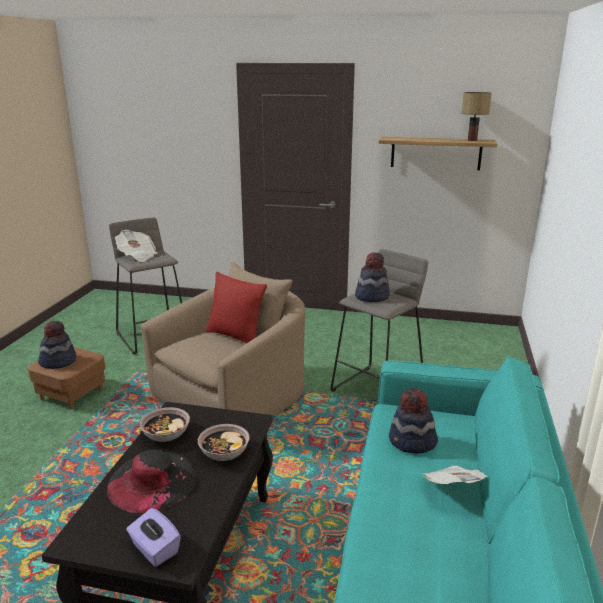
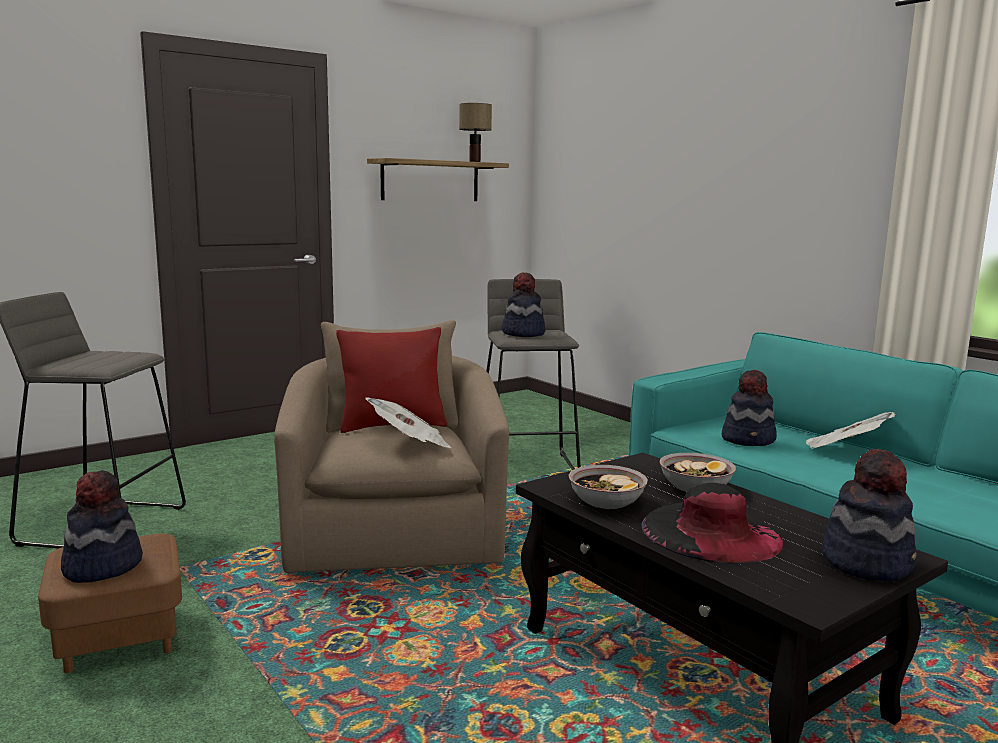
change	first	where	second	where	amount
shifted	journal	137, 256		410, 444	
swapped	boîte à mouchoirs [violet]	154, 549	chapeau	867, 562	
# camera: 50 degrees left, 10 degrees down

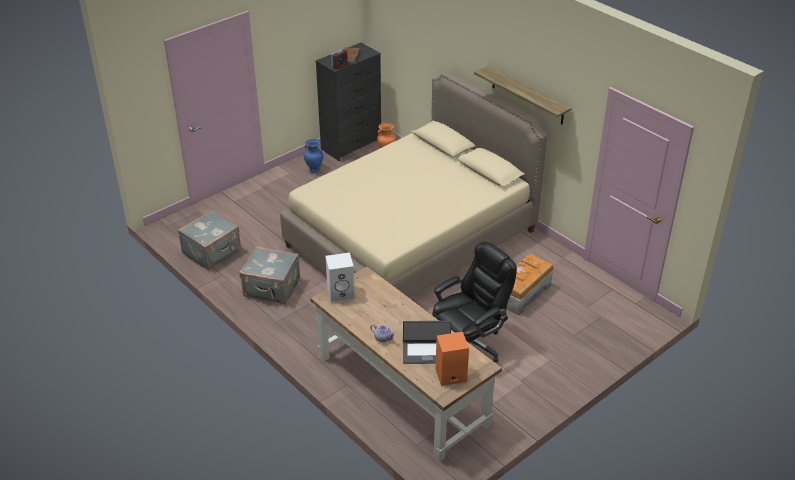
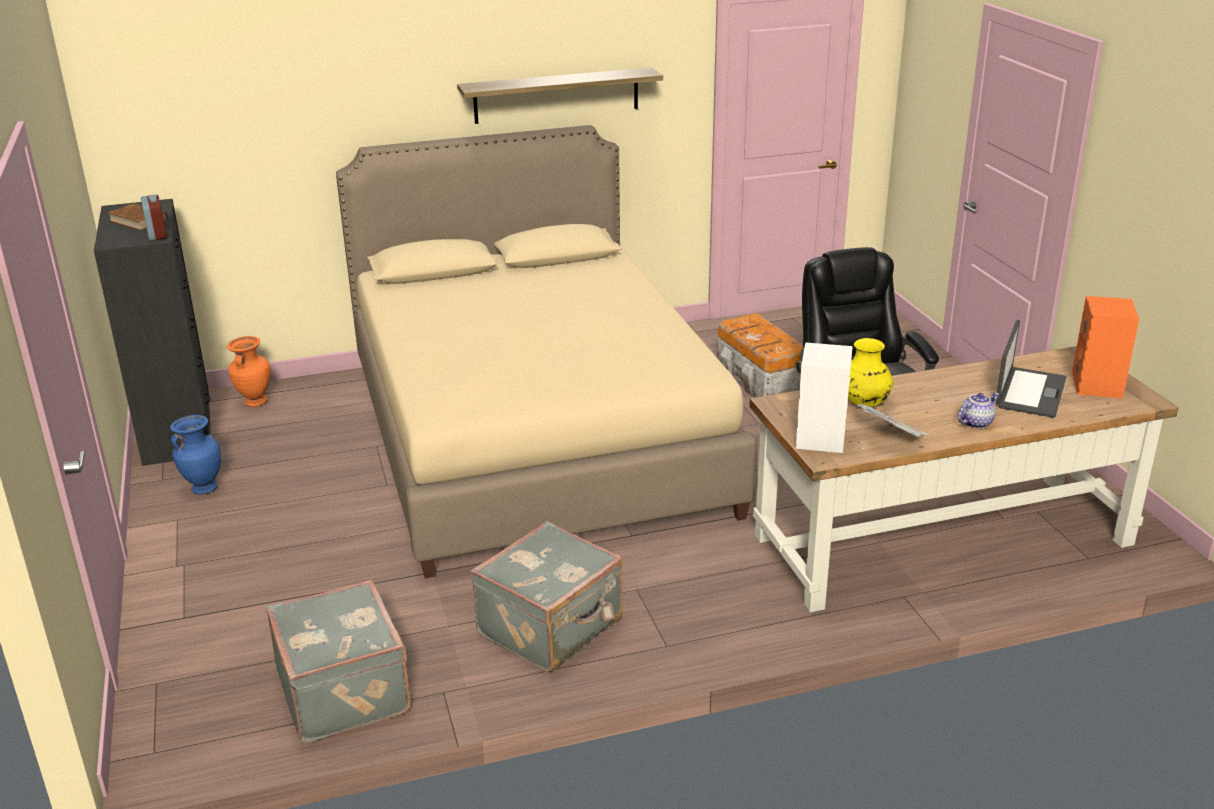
change	first	where	second	where	amount
new			vase [jaune]	863, 403	
new			journal	892, 438	
# camera: 65 degrees left, 10 degrees down

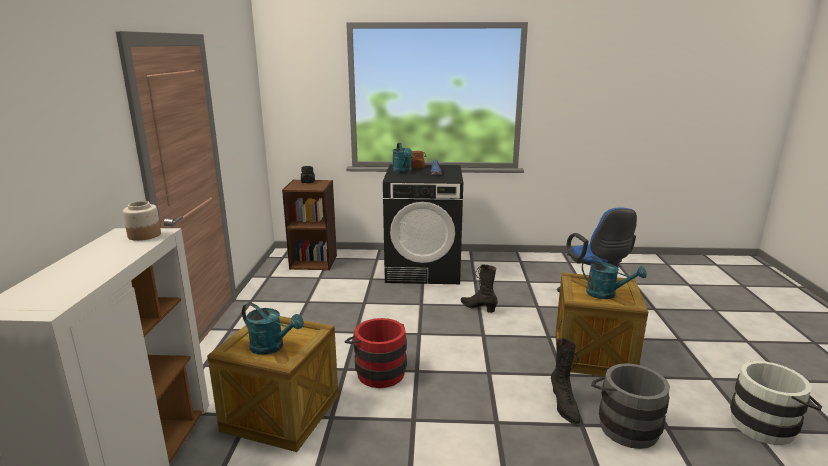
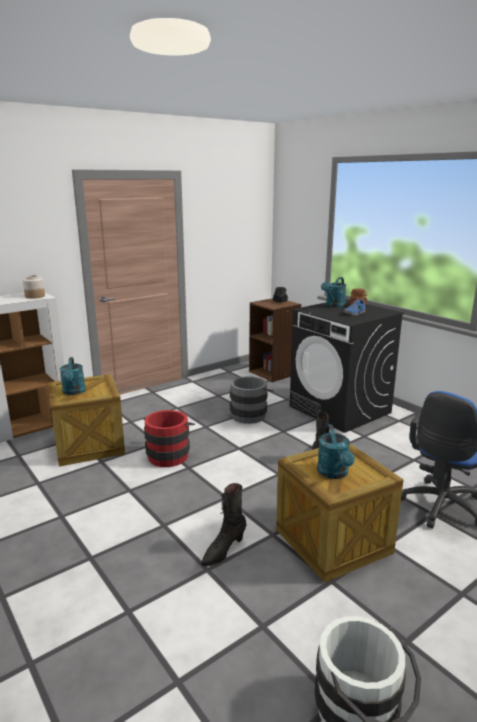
change	first	where	second	where	amount
shifted	seau [gris]	624, 425		250, 414	
# camera: 50 degrees right, 0 degrees up

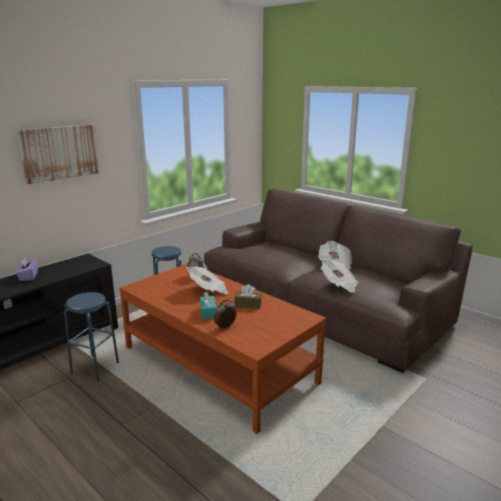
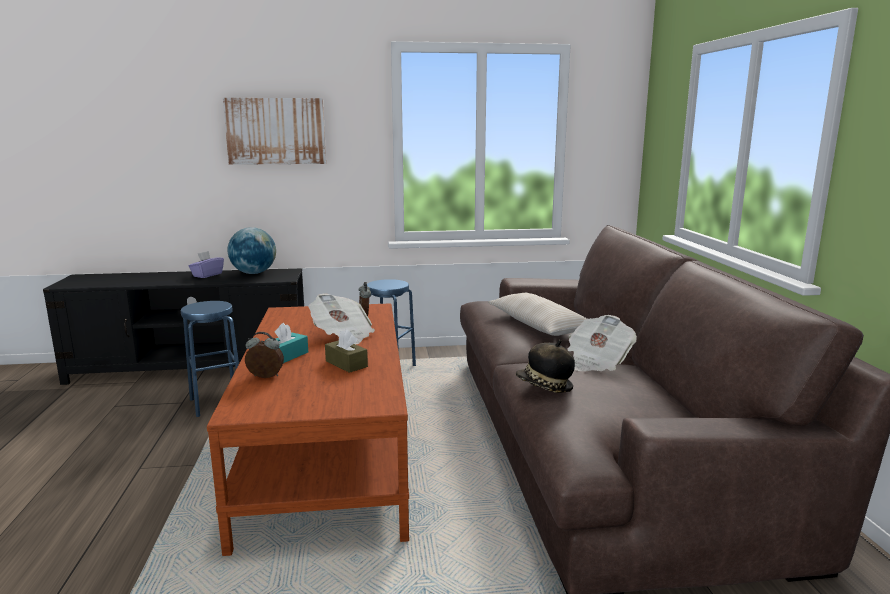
change	first	where	second	where	amount
swapped	journal	339, 285	chapeau	544, 387	
new			globe	254, 273	
new			coussin [beige]	539, 325	
# camera: 40 degrees right, 5 degrees down

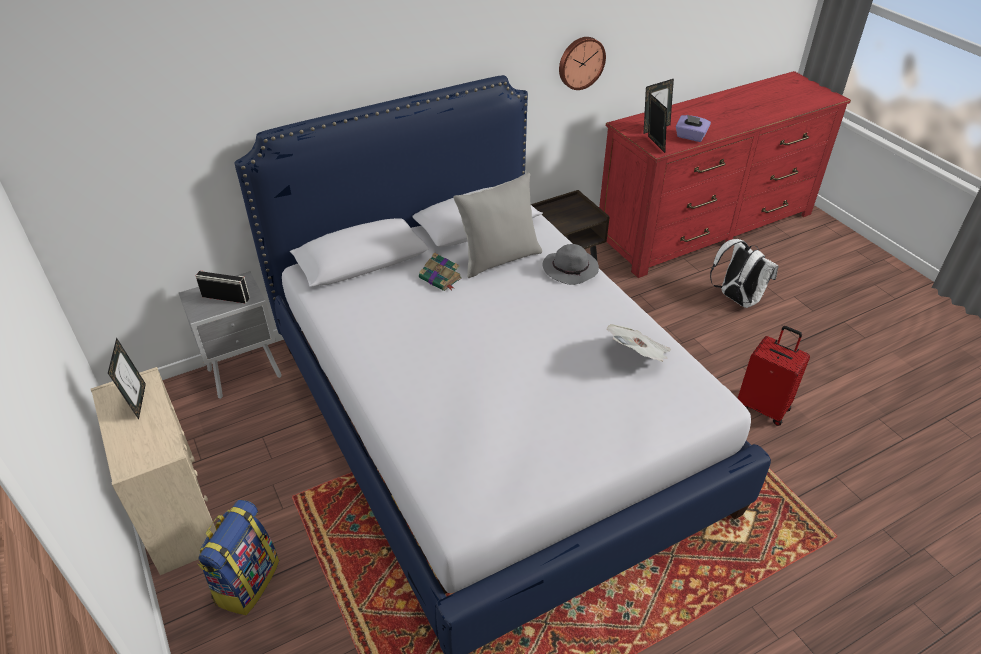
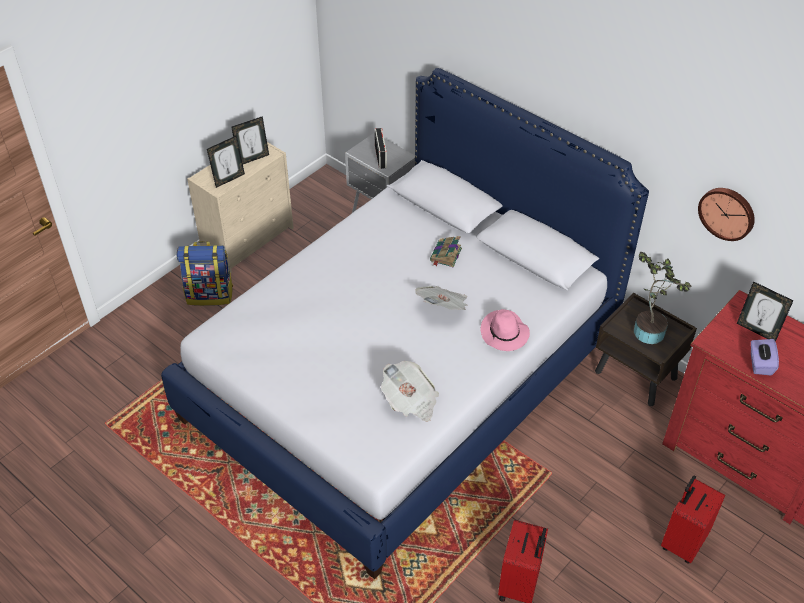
change	first	where	second	where	amount
shifted	cadre photo	653, 145		228, 179	
gone	coussin [gris]	499, 259			
swapped	sac à dos [blanc]	736, 299	valise [rouge]	682, 541	
repainted	chapeau [gris]	571, 269	chapeau [rose]	504, 333	
new			plante en pot	649, 329	
new			journal	443, 307	
# camera: 70 degrees right, 5 degrees up

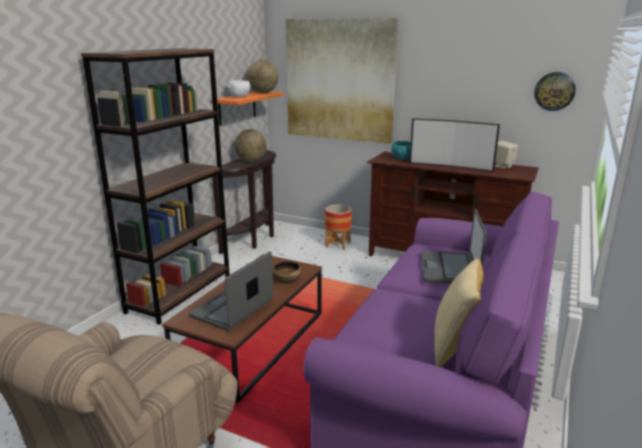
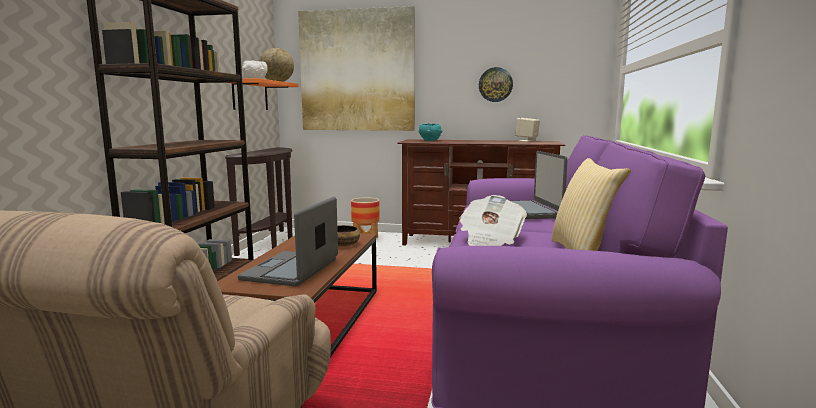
change	first	where	second	where	amount
shifted	horloge murale	554, 91		495, 84	
gone	téléviseur	451, 166			
gone	globe	251, 161			
new			journal	490, 239	
# camera: 15 degrees left, 10 degrees down

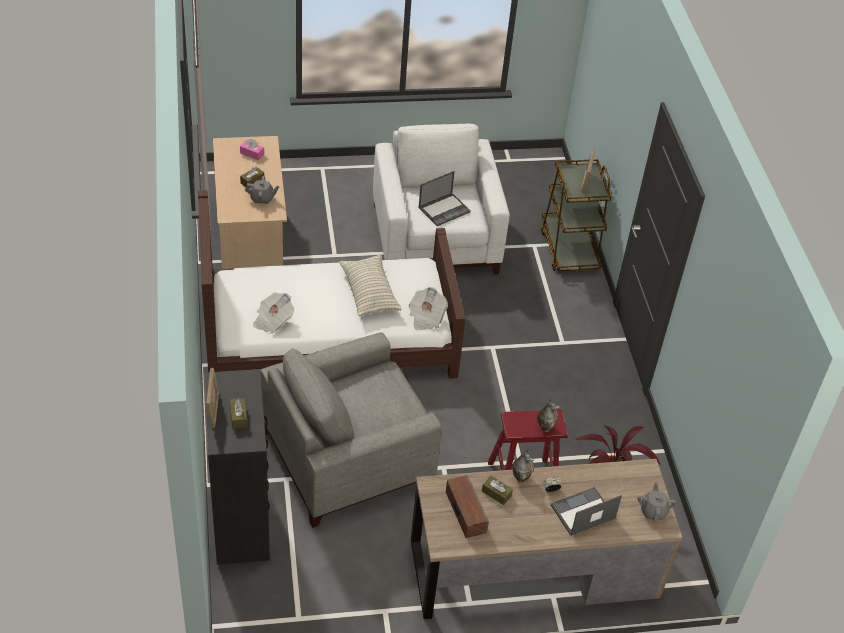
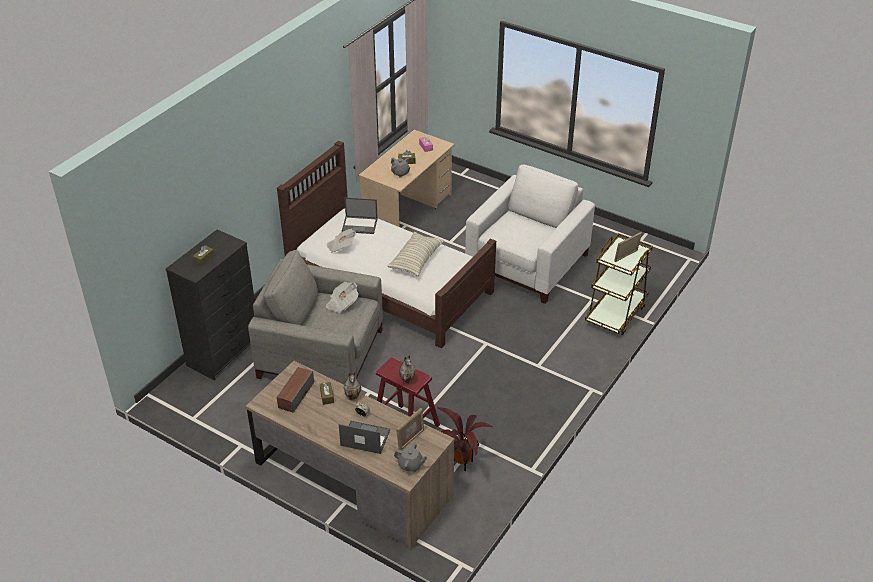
change	first	where	second	where	amount
shifted	ordinateur portable	444, 209		360, 225	
shifted	journal	426, 317		342, 304	
shifted	cadre photo	213, 410		410, 439	
rotated	théière [gris]	653, 511		410, 465	60 degrees clockwise
# camera: 45 degrees right, 5 degrees down

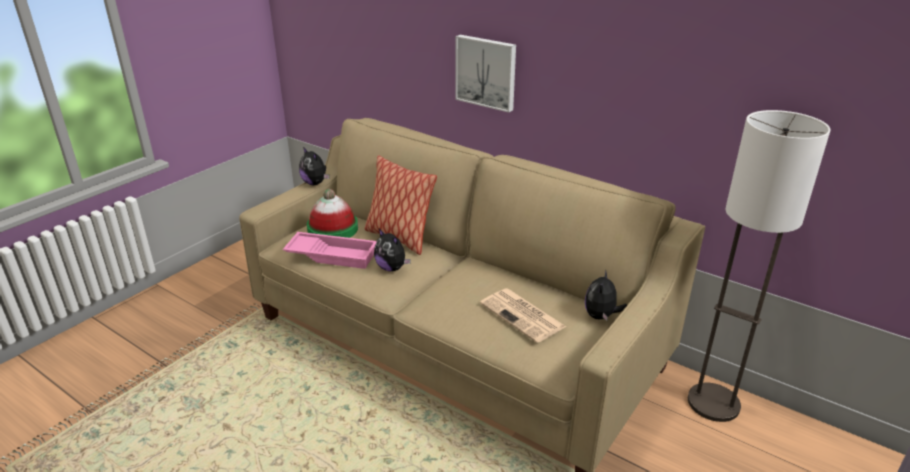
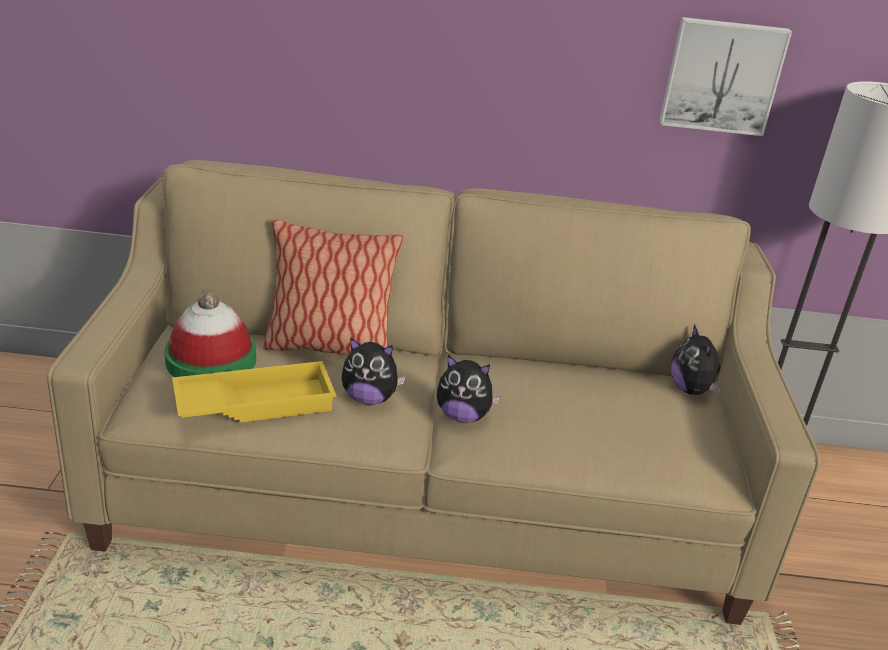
change	first	where	second	where	amount
shifted	tableau	486, 72		721, 76	
shifted	peluche	315, 183		463, 416	
repainted	plateau [rose]	333, 254	plateau [jaune]	255, 401	
gone	journal	523, 316			
# camera: 35 degrees left, 0 degrees up

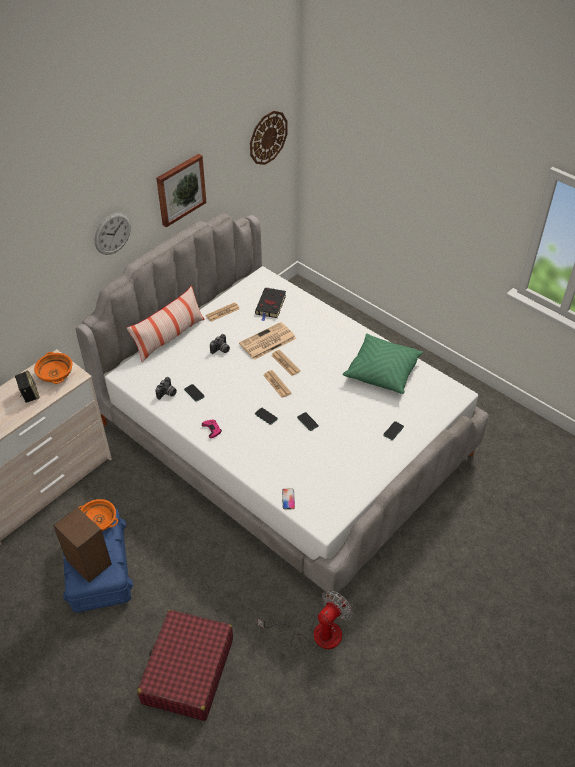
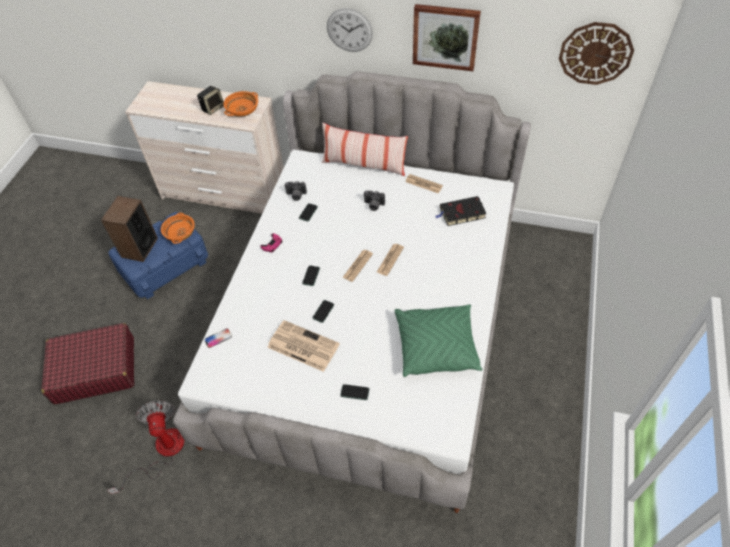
change	first	where	second	where	amount
shifted	journal	267, 342		302, 346	
rotated	ventilateur	316, 634		162, 451	120 degrees counterclockwise
# camera: 65 degrees right, 5 degrees up

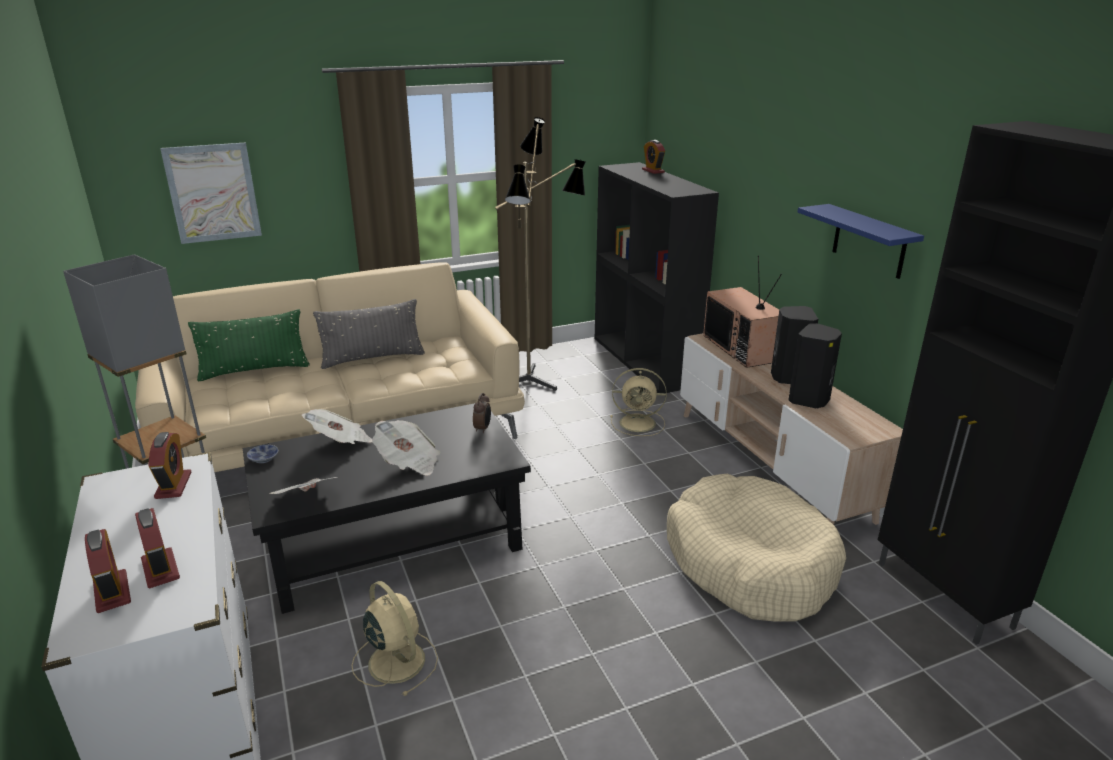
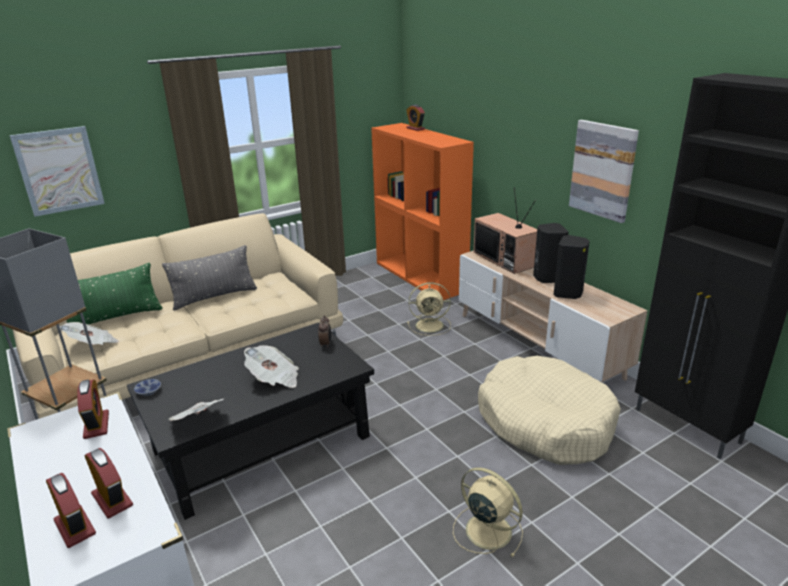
change	first	where	second	where	amount
gone	lampadaire	536, 381			
repainted	bibliothèque [noir]	645, 361	bibliothèque [orange]	421, 276	
swapped	étagère [bleu]	869, 241	tableau	603, 170	
shifted	journal	341, 442		93, 345	
shifted	ventilateur [beige]	395, 660		486, 530	
# camera: 10 degrees left, 0 degrees up

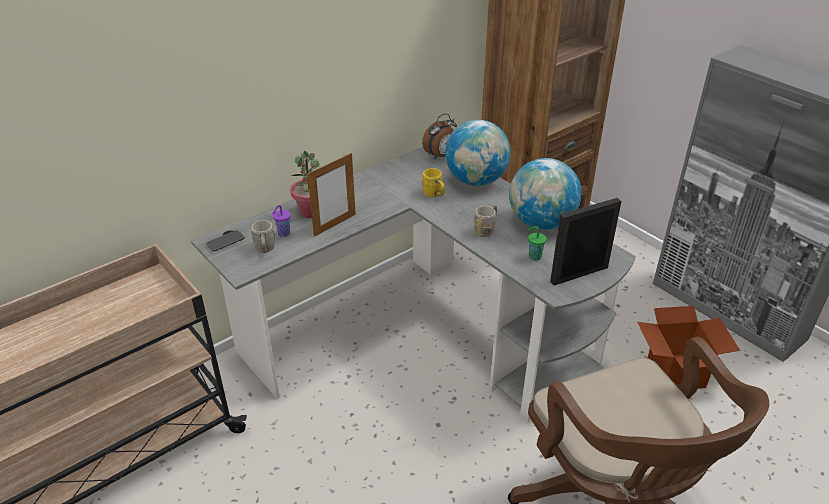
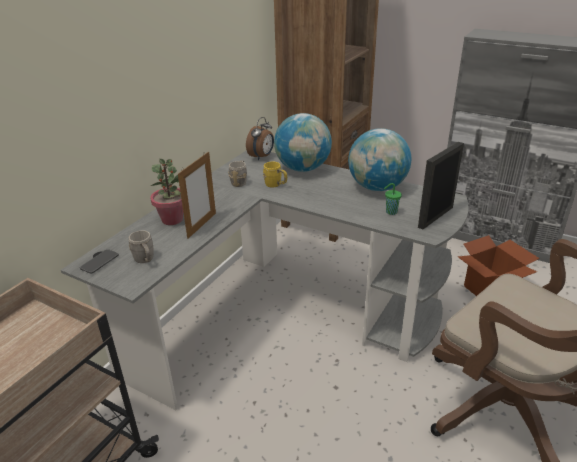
change	first	where	second	where	amount
gone	tasse [violet]	283, 233			
shifted	mug [gris]	486, 229		240, 182	
# camera: 20 degrees left, 5 degrees down

